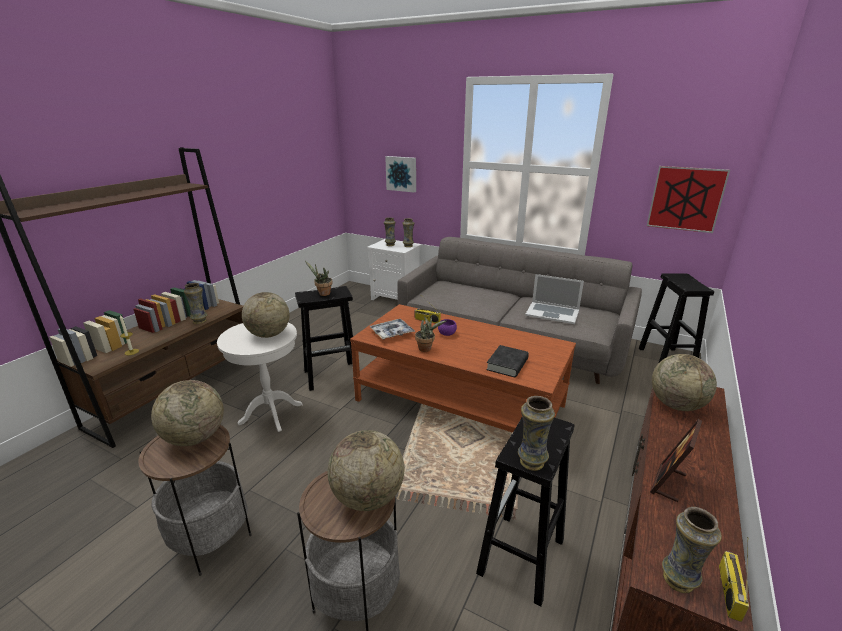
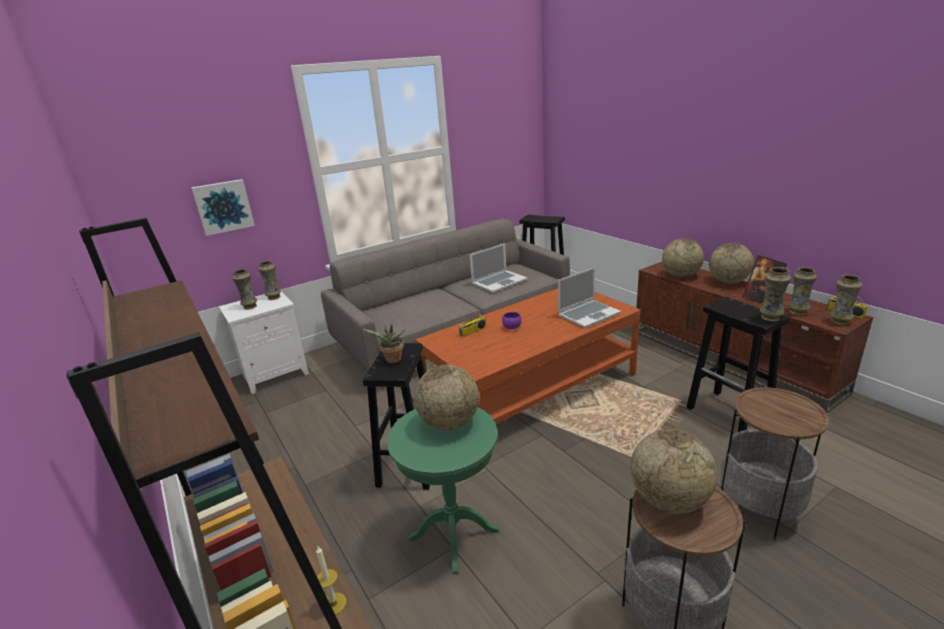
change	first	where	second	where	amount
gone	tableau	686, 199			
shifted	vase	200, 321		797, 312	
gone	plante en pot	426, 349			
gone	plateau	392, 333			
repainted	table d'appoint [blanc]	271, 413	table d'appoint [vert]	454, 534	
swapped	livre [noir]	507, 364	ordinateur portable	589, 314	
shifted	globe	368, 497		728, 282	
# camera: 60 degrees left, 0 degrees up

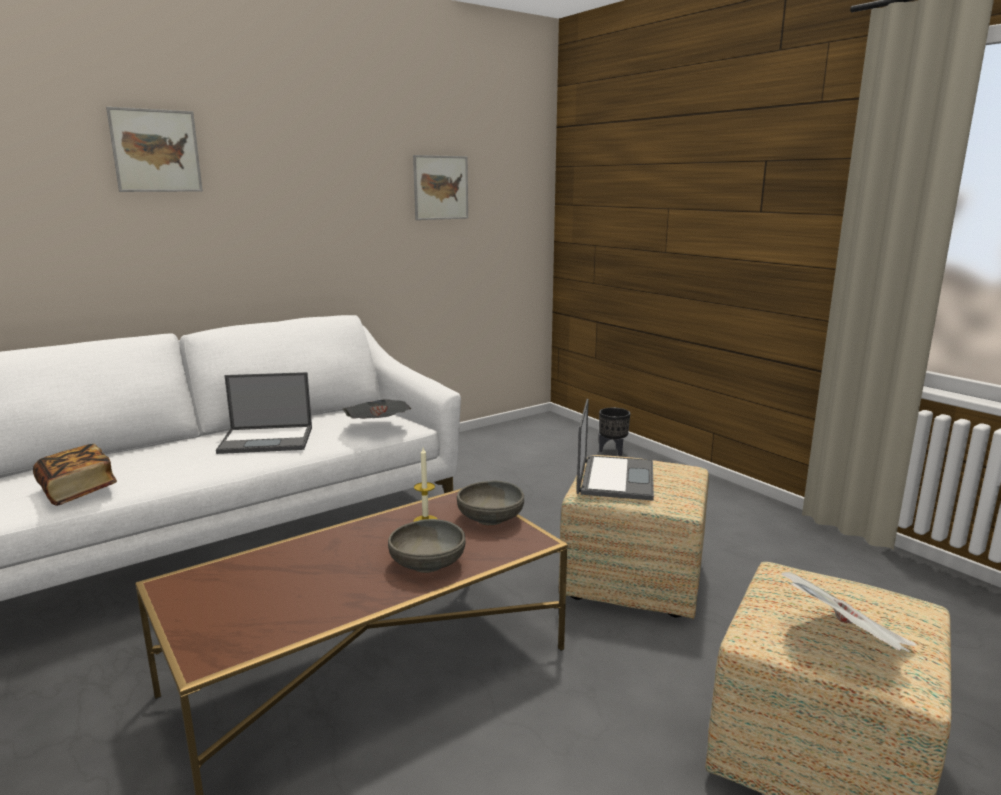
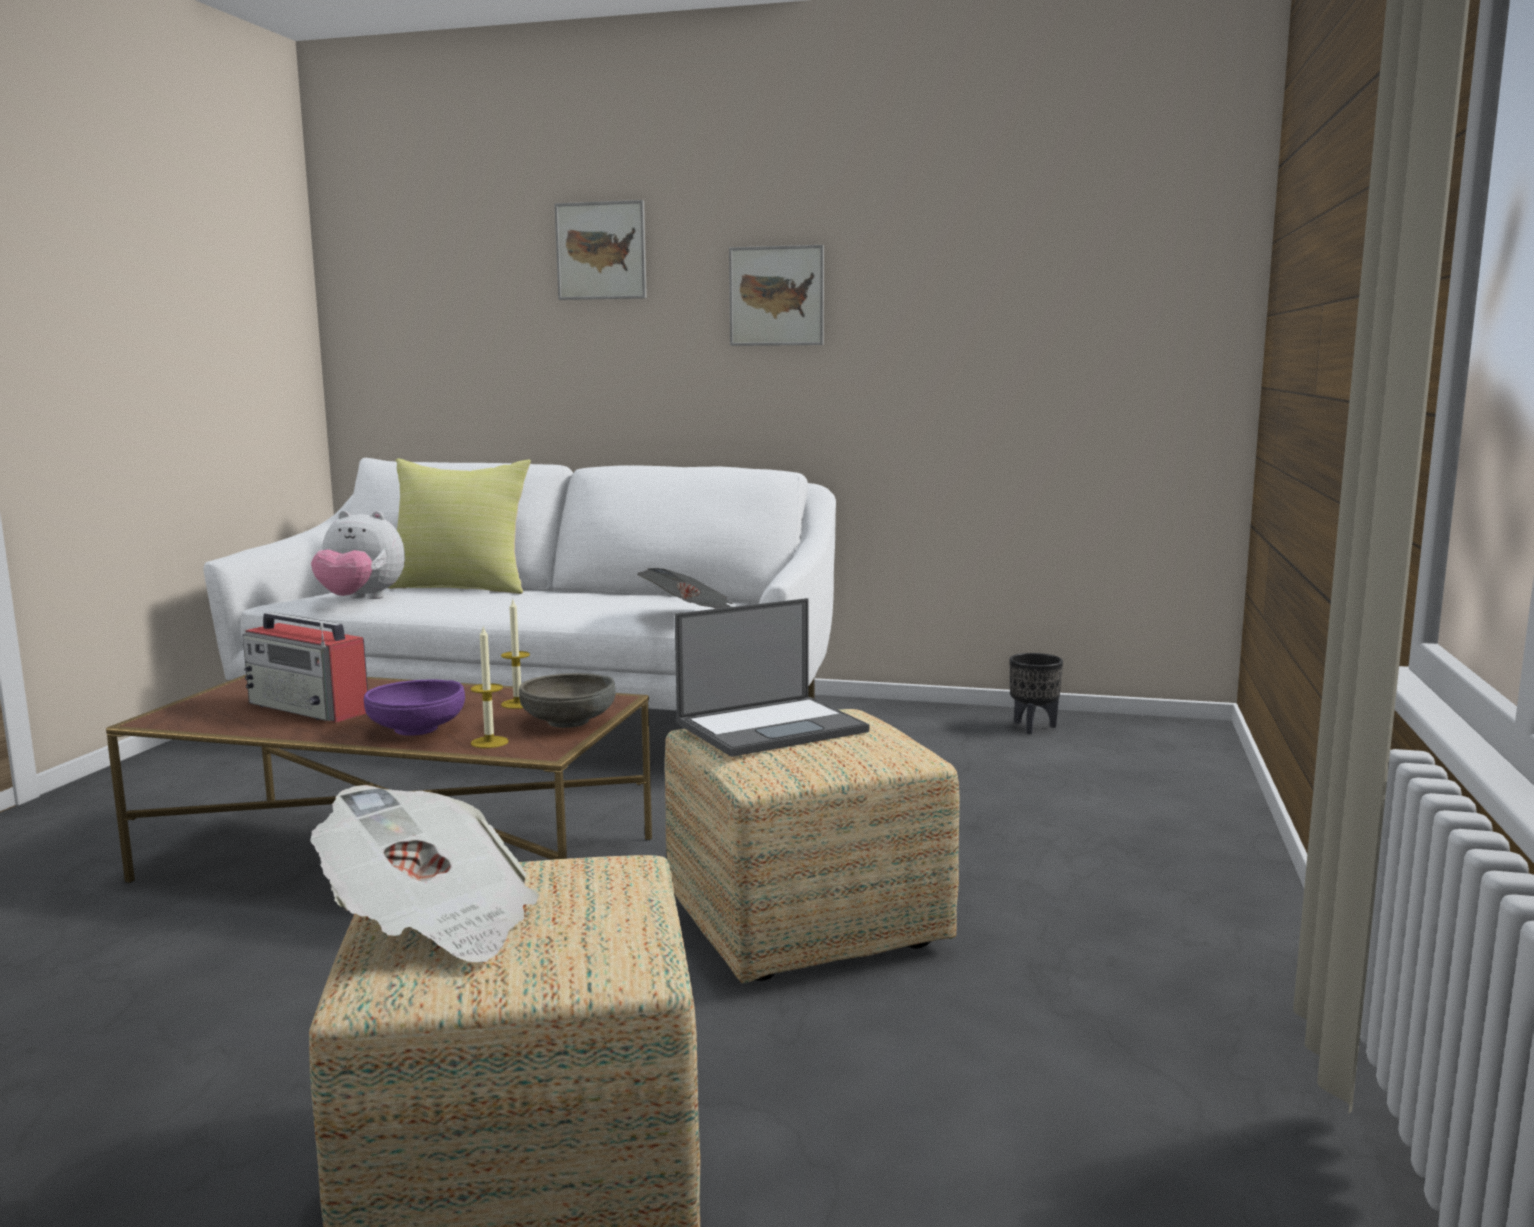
change	first	where	second	where	amount
shifted	tableau	440, 187		776, 296	
gone	ordinateur portable	268, 440			
shifted	cache-pot [noir]	613, 451		1034, 727	
swapped	livre	78, 490	peluche	360, 600	
repainted	bol [gris]	428, 564	bol [violet]	417, 729	
new			coussin [jaune]	461, 587	
new			radio	310, 708	
new			bougie	489, 742	
# camera: 50 degrees right, 5 degrees down

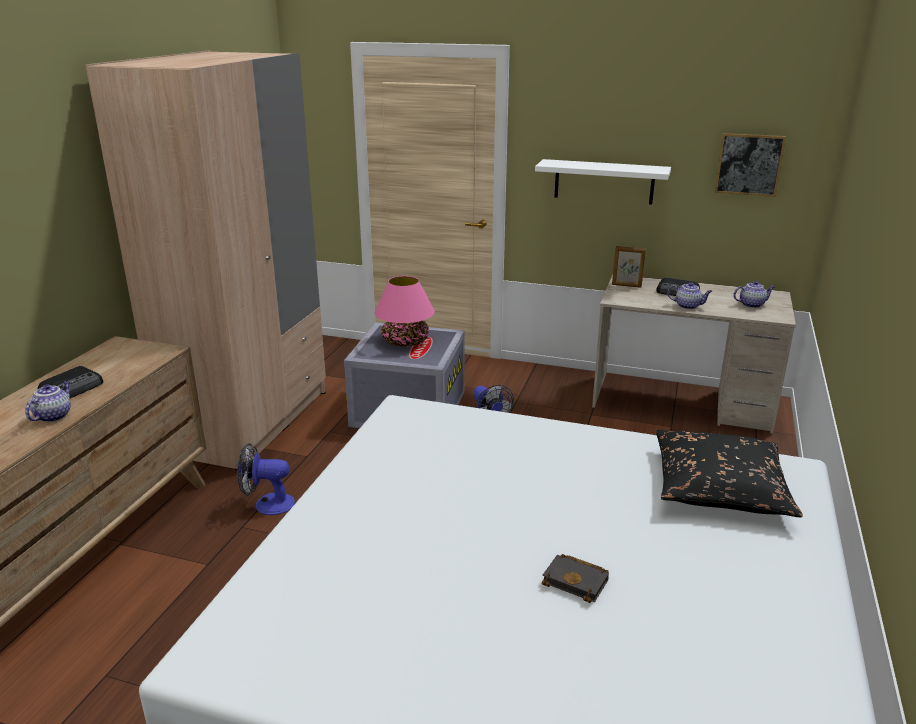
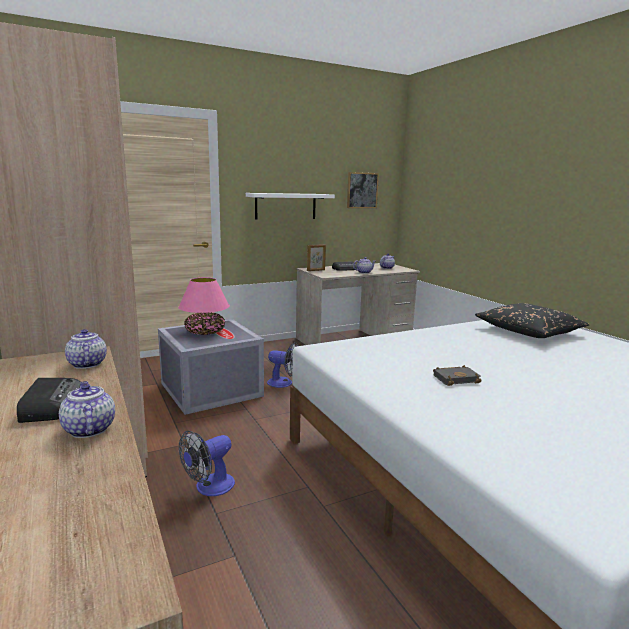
change	first	where	second	where	amount
shifted	livre [noir]	577, 581		456, 378	
new			théière	86, 364	
# camera: 45 degrees left, 10 degrees down

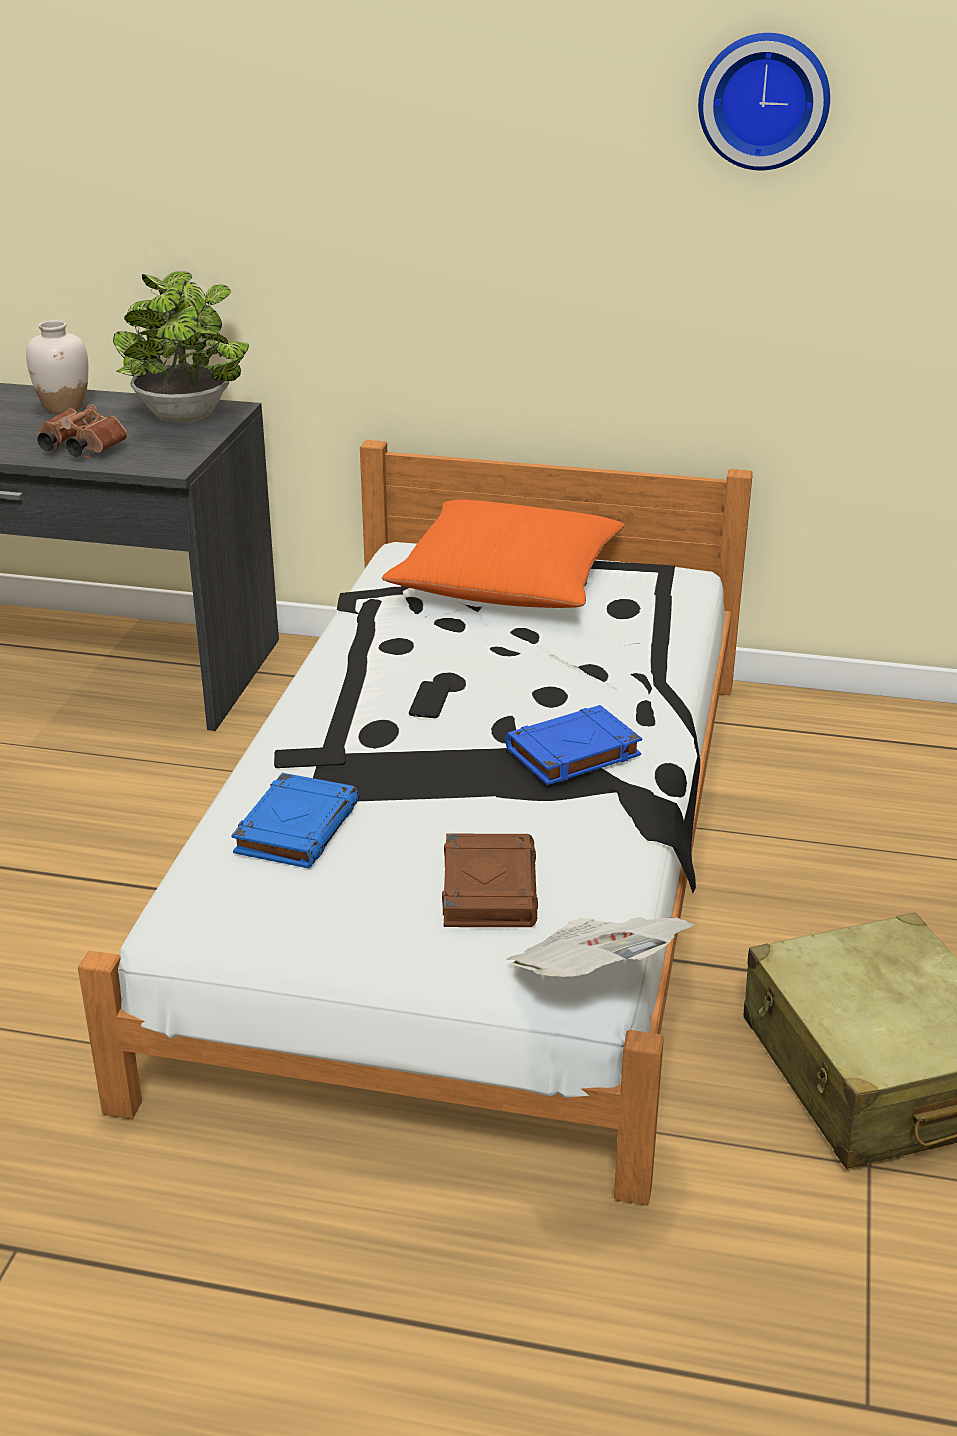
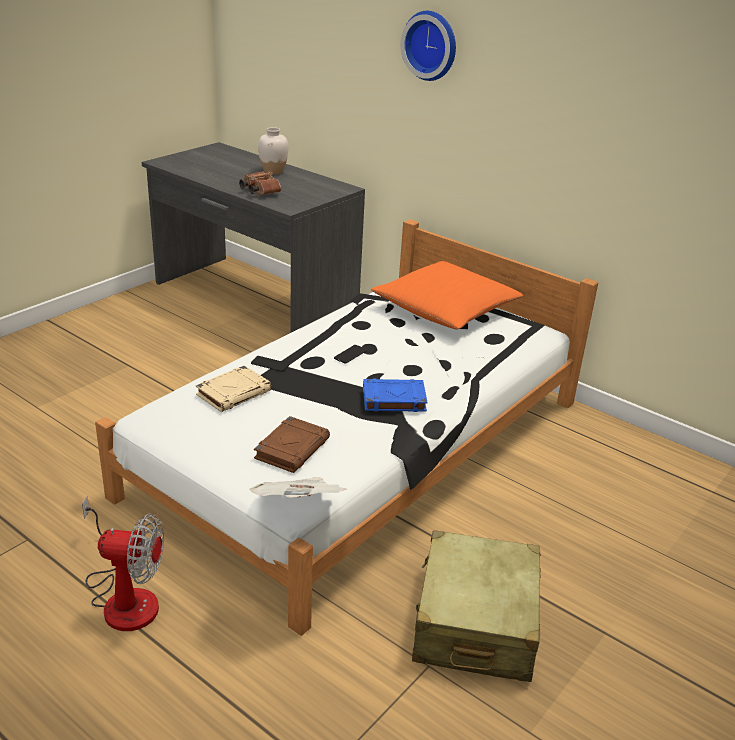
change	first	where	second	where	amount
shifted	horloge murale	764, 100		431, 45	
gone	plante en pot	185, 419			
repainted	livre [bleu]	297, 828	livre [beige]	234, 393	
new			ventilateur	124, 597	
# camera: 25 degrees right, 0 degrees up

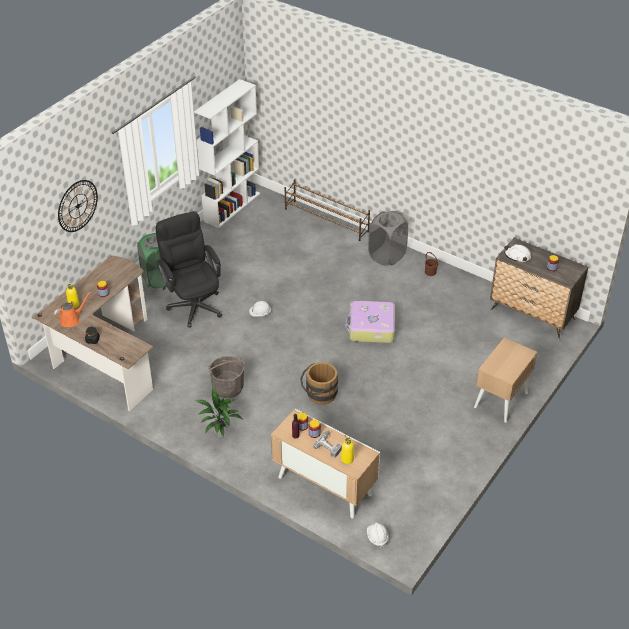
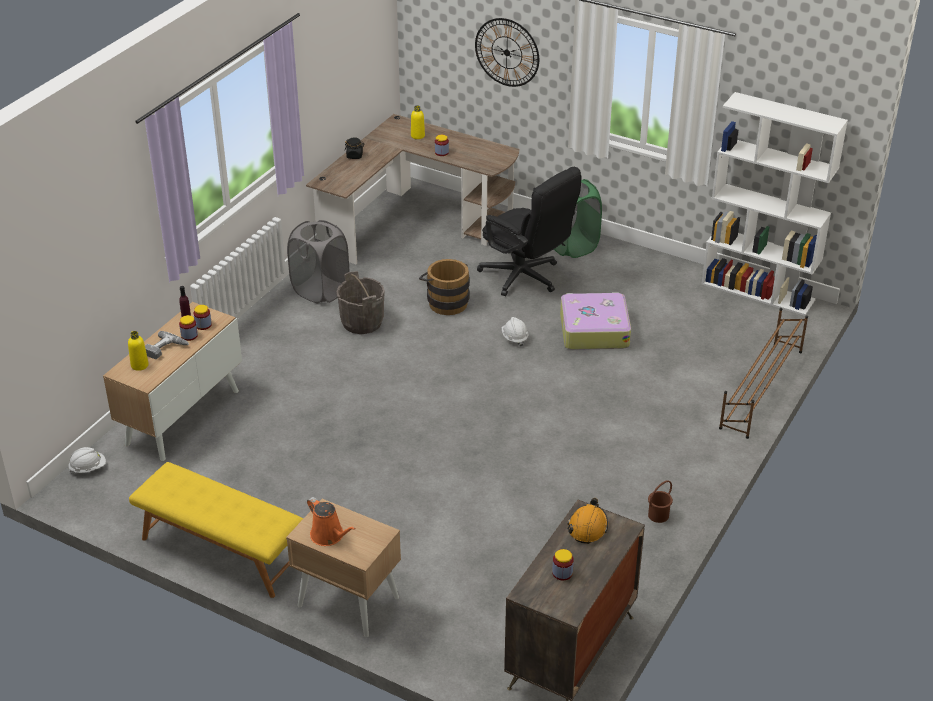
change	first	where	second	where	amount
rotated	chaise de bureau [noir]	193, 303		526, 278	75 degrees clockwise
shifted	panier à linge [gris]	387, 256		320, 290	
repainted	casque de chantier [blanc]	517, 256	casque de chantier [orange]	587, 527	
shifted	arrosoir [orange]	71, 320		329, 536	
shifted	valise	371, 328		593, 330	
shifted	seau [marron]	319, 395		445, 301	
gone	plante en pot	219, 434			
new			banc [jaune]	221, 551	
# camera: 85 degrees right, 5 degrees down

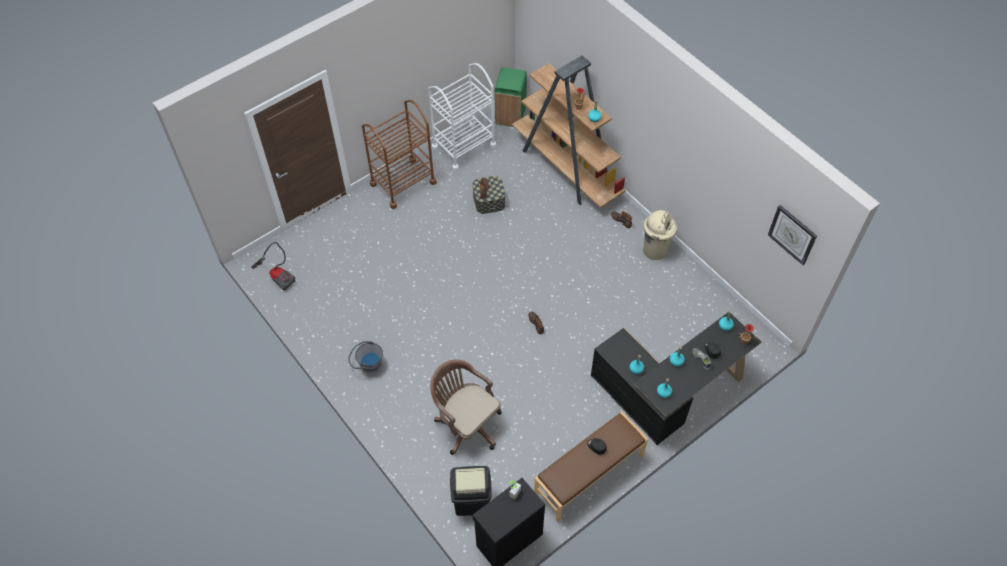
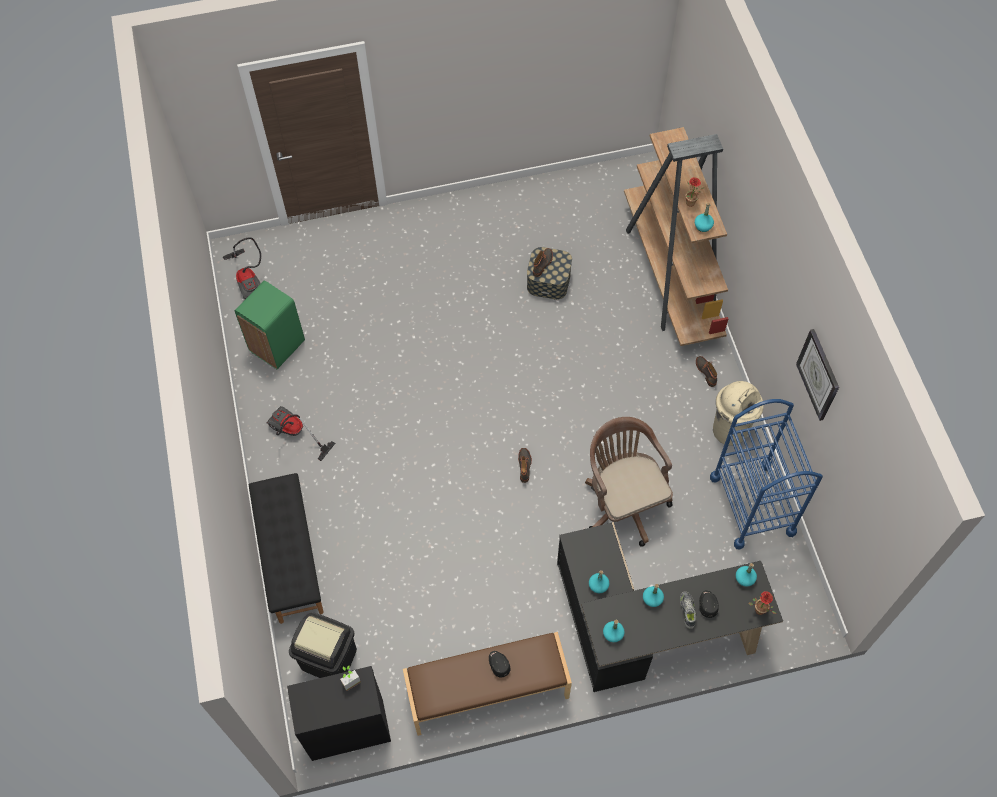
change	first	where	second	where	amount
gone	chariot [blanc]	464, 147			
shifted	poubelle [vert]	510, 116		276, 346	
gone	chariot [marron]	403, 183			
shifted	horloge murale	792, 234		818, 374	
swapped	seau [gris]	367, 365	aspirateur	294, 434	
shifted	chaise de bureau [marron]	466, 423		623, 501	
new			chariot [bleu]	752, 505	
new			banc [noir]	290, 557	
# camera: 25 degrees right, 5 degrees up

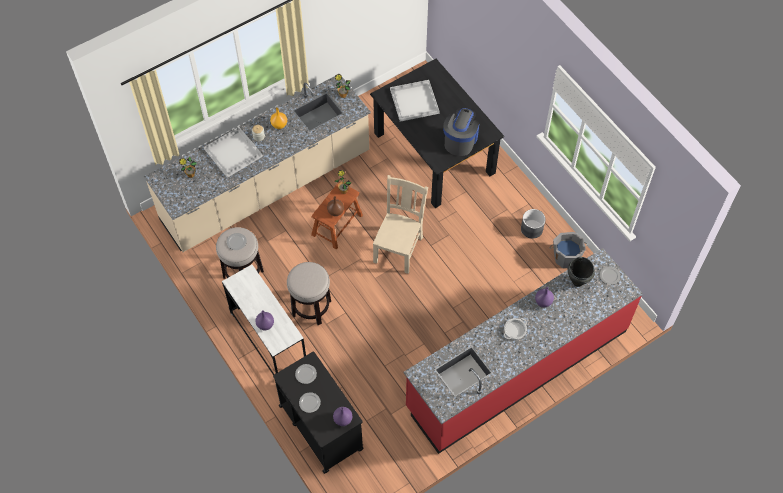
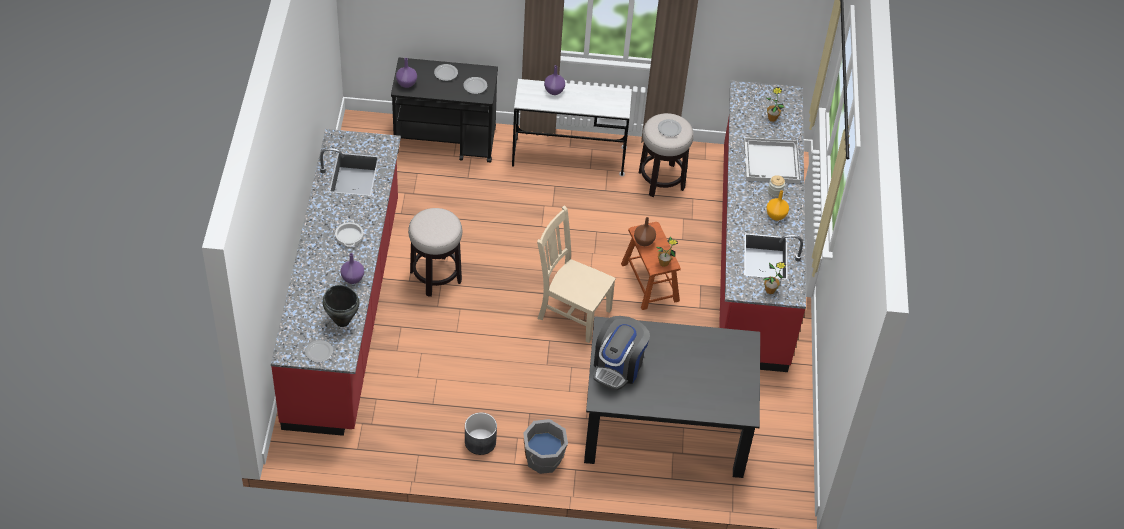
change	first	where	second	where	amount
repainted	comptoir de cuisine [beige]	266, 187	comptoir de cuisine [rouge]	751, 255	
gone	plateau [blanc]	415, 101			
rotated	machine à café	460, 140		618, 366	60 degrees clockwise
rotated	chaise [beige]	399, 248		572, 313	150 degrees clockwise
shifted	seau [gris]	566, 257		544, 459	
shifted	tabouret	311, 308		435, 276	
# camera: 125 degrees right, 10 degrees down

